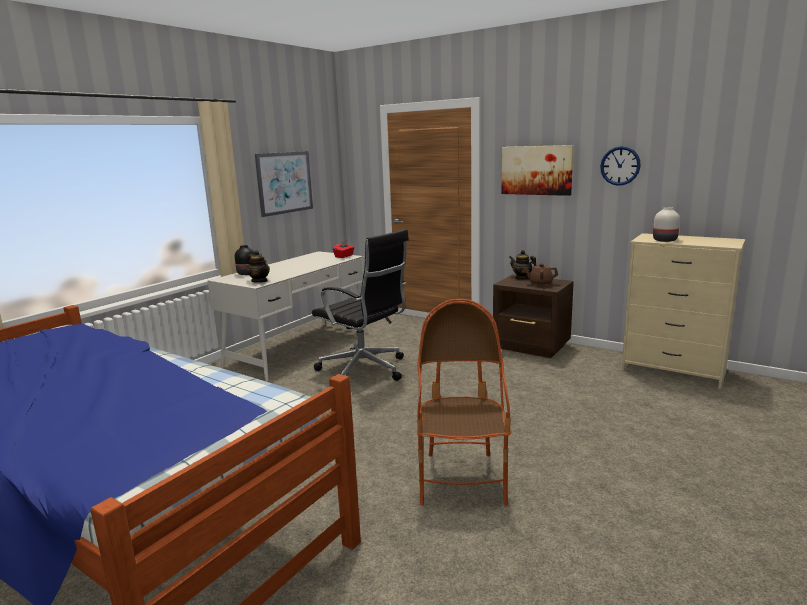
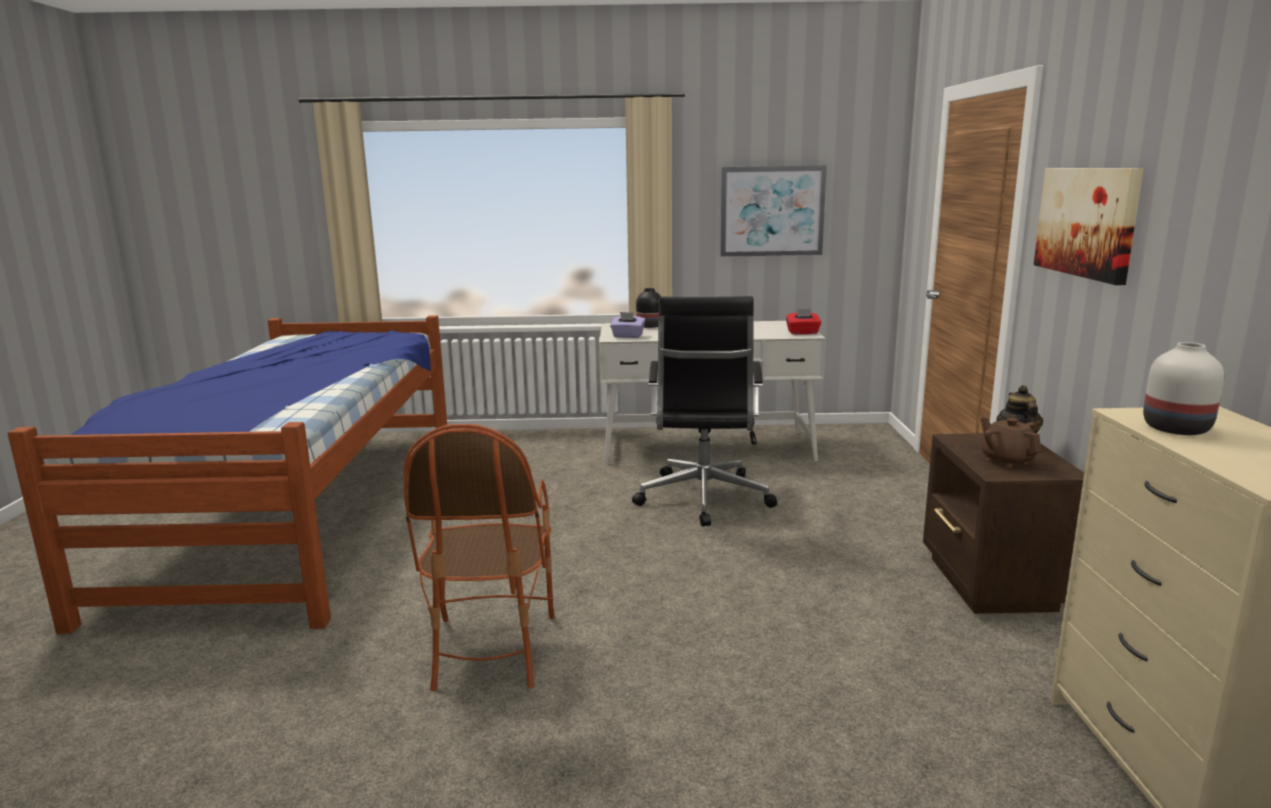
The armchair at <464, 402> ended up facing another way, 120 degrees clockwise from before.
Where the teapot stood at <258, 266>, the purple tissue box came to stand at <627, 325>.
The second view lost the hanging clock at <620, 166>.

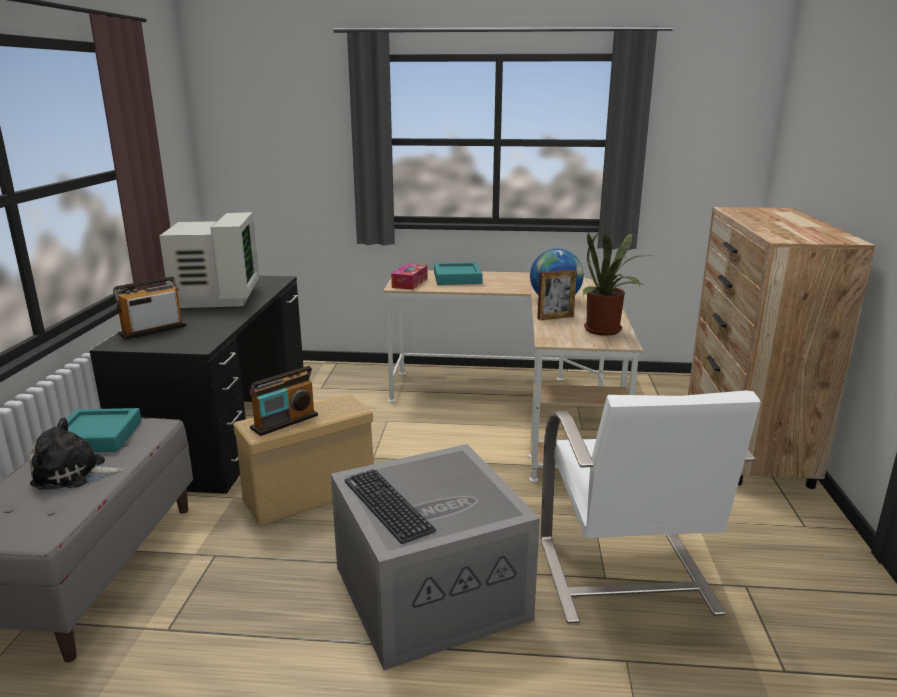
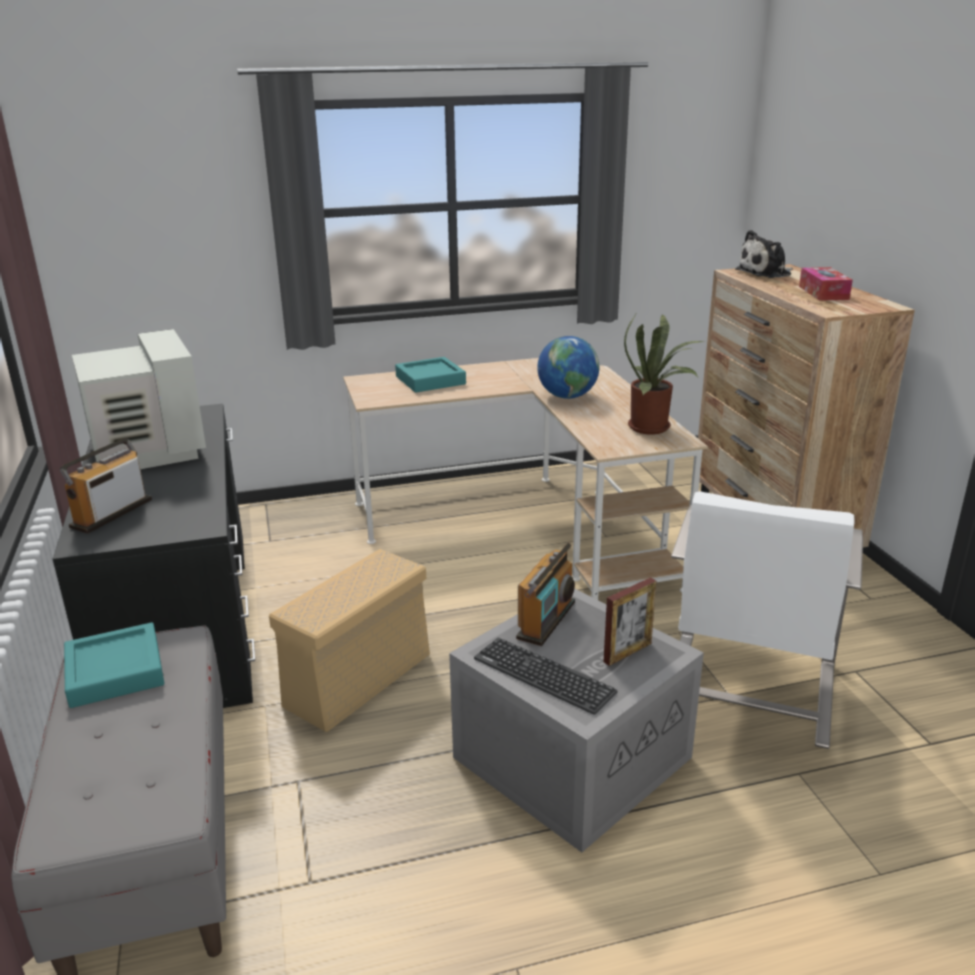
The radio receiver ended up elsewhere, having gone from <283, 401> to <545, 594>.
The photo frame ended up elsewhere, having gone from <557, 295> to <629, 621>.
The white-coloured armchair at <651, 506> ended up facing another way, 45 degrees clockwise from before.
The cuddly toy ended up elsewhere, having gone from <77, 453> to <764, 254>.
The tissue box ended up elsewhere, having gone from <409, 277> to <826, 284>.

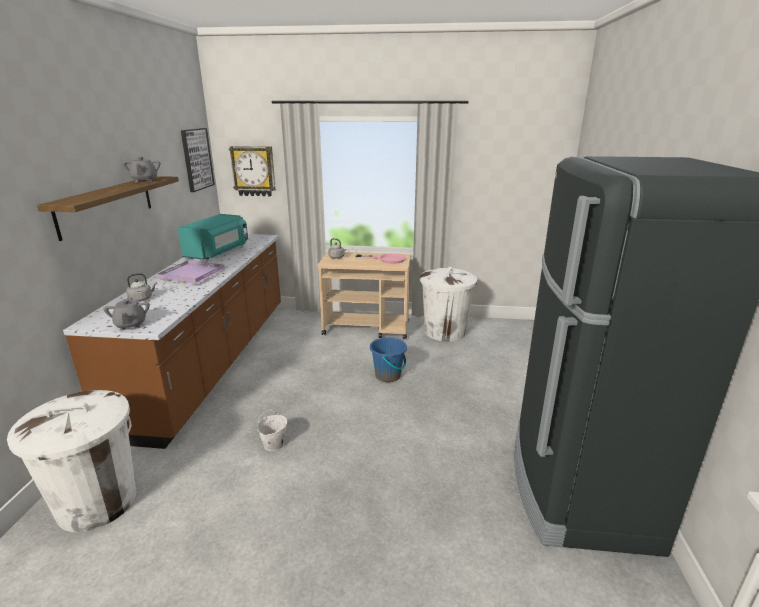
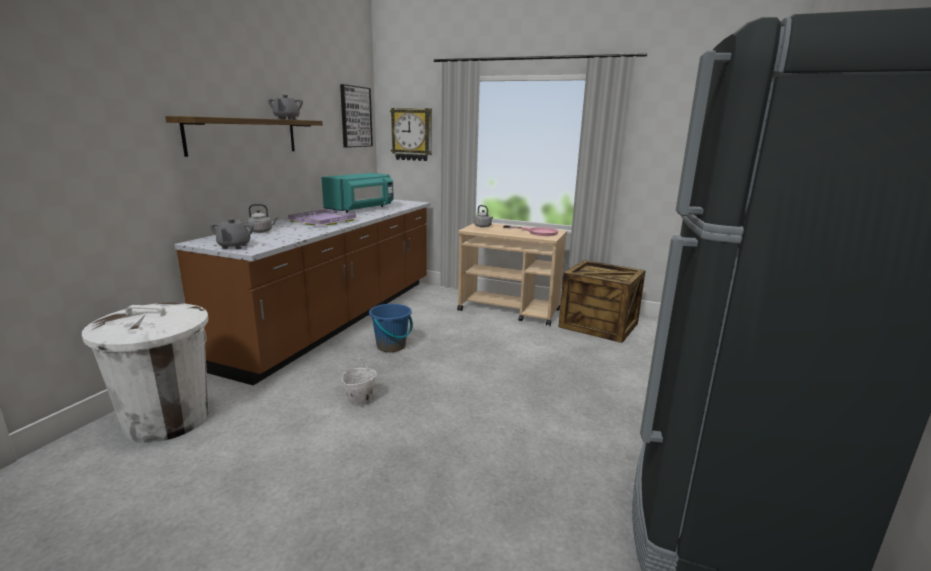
The blue-coloured water bucket ended up elsewhere, having gone from <388, 359> to <391, 328>.
Where the white-coloured waste bin stood at <448, 304>, the crate came to stand at <602, 301>.

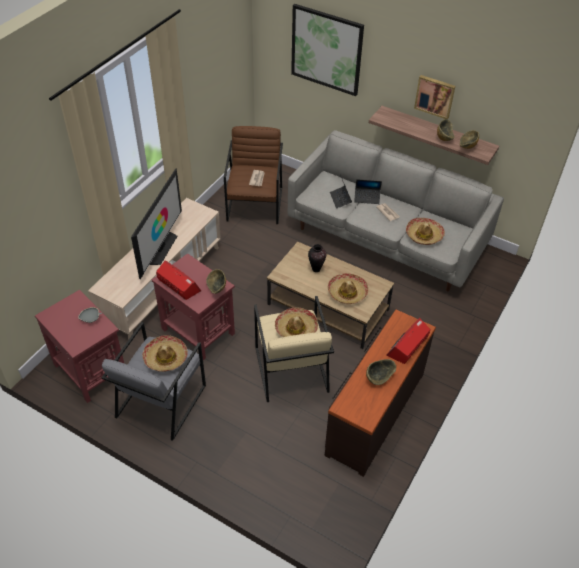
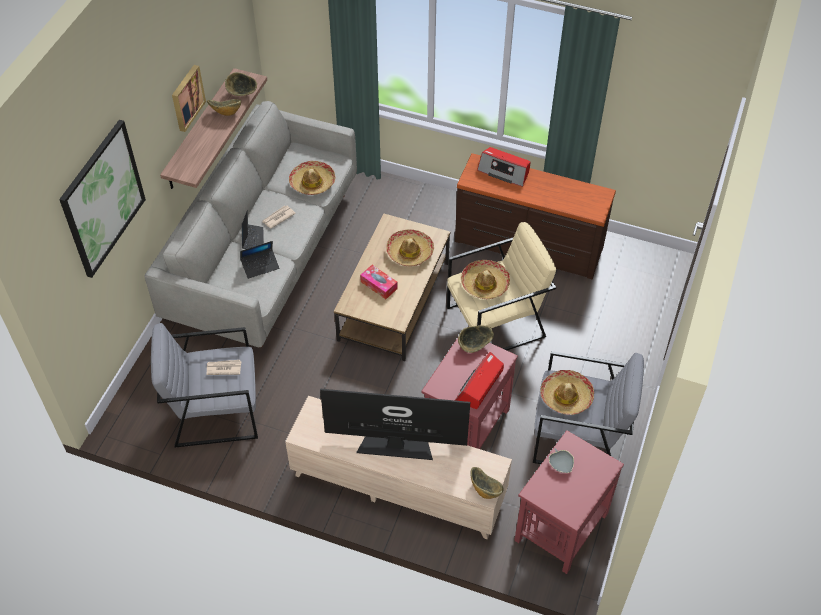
What was the brown armchair at <253, 175> turned into the grey armchair at <204, 385>.
Where the vase stood at <317, 258>, the tissue box came to stand at <379, 282>.
The bowl ended up elsewhere, having gone from <381, 372> to <487, 483>.

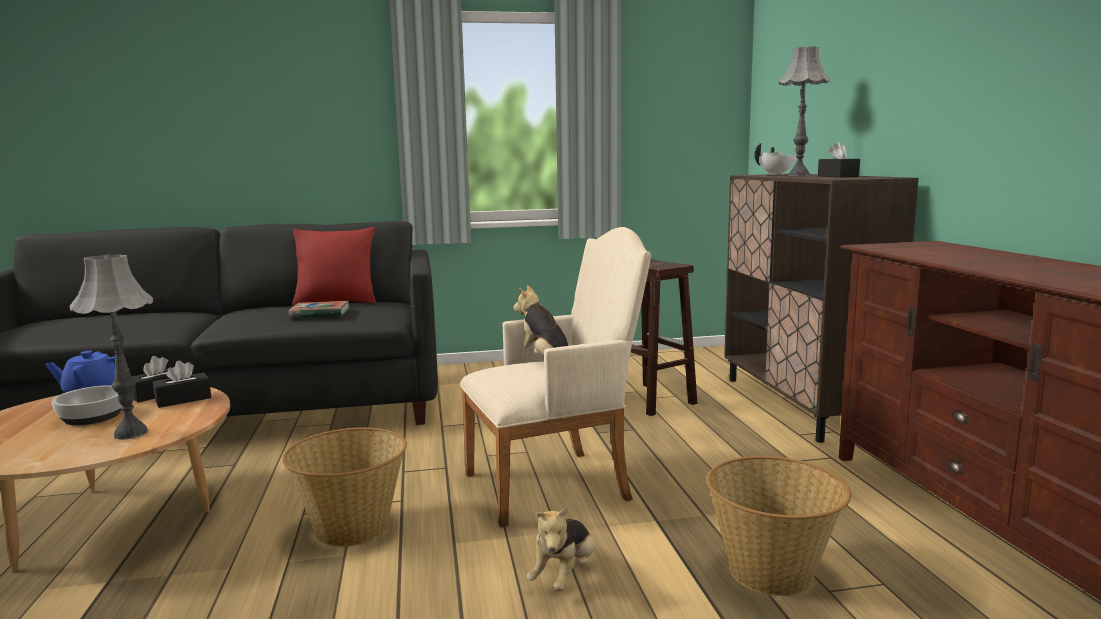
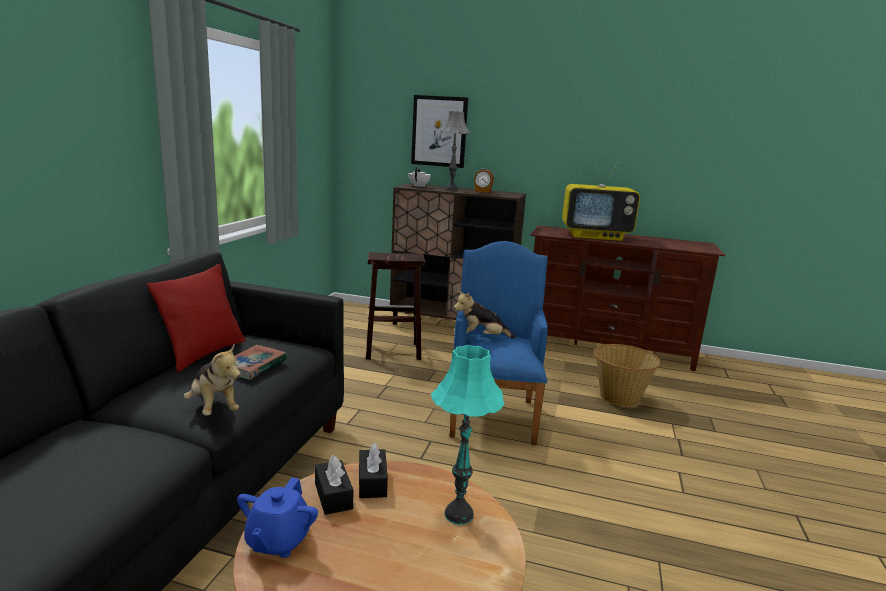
The cuddly toy ended up elsewhere, having gone from <561, 548> to <212, 379>.
The second view gained the picture at <439, 131>.
What was the grey lamp for a table at <111, 347> turned into the turquoise lamp for a table at <468, 435>.
What was the beige armchair at <555, 377> turned into the blue-coloured armchair at <499, 343>.
Where the blackish tissue box stood at <839, 159>, the alarm clock came to stand at <484, 180>.
The second view gained the television at <601, 198>.
The second view lost the bowl at <87, 405>.
The second view lost the basket at <344, 487>.

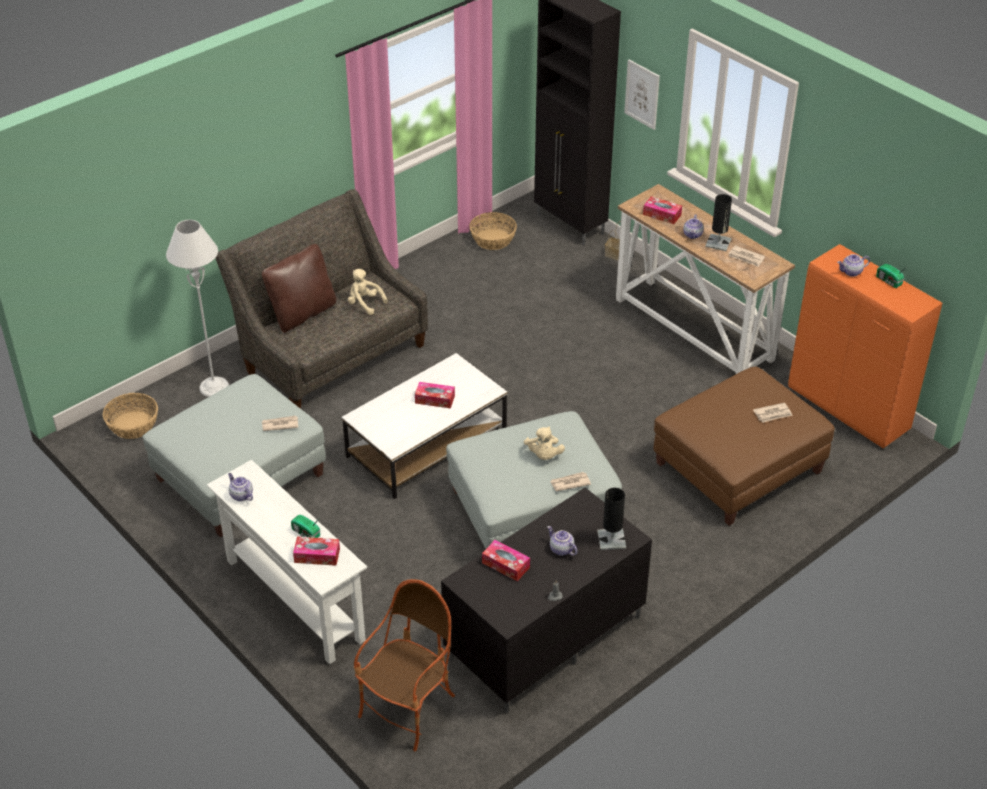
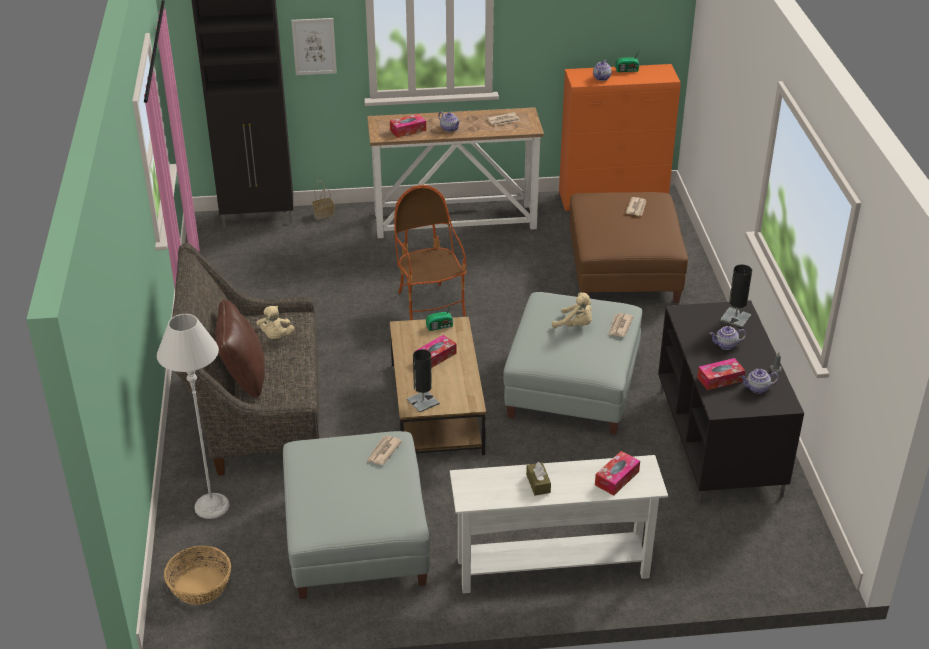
The beige cuddly toy at <368, 292> ended up facing another way, 75 degrees counterclockwise from before.
What was the white-coloured lounge table at <425, 426> turned into the brown lounge table at <438, 386>.
The armchair ended up elsewhere, having gone from <404, 665> to <430, 252>.
The blackish lamp for a table ended up elsewhere, having gone from <718, 222> to <423, 381>.
The radio receiver ended up elsewhere, having gone from <305, 526> to <439, 316>.
The second view gained the brown tissue box at <538, 478>.
The teapot ended up elsewhere, having gone from <240, 487> to <759, 381>.
The second view lost the basket at <493, 231>.

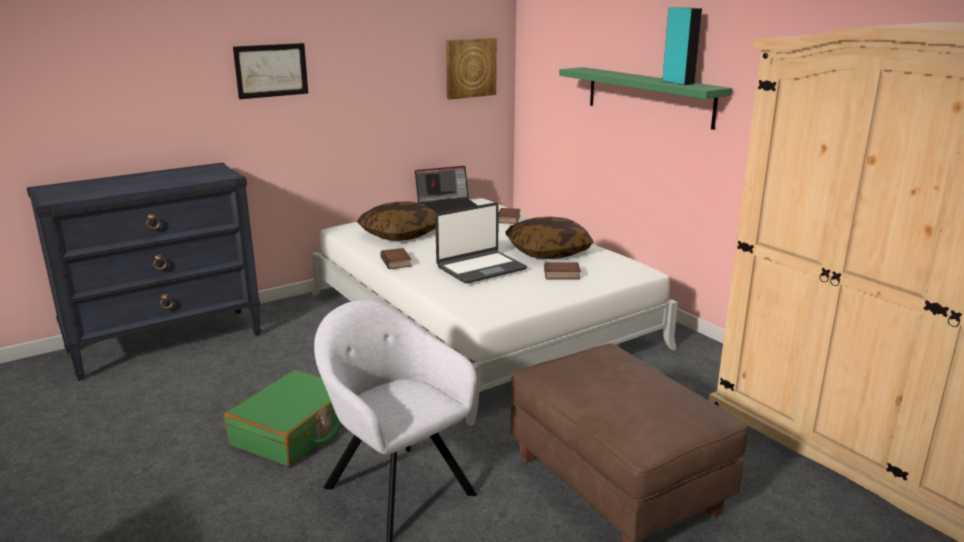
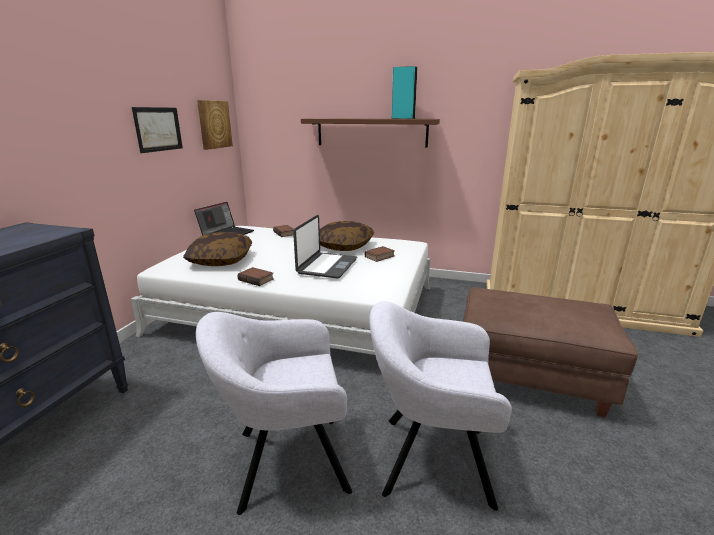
The picture ended up elsewhere, having gone from <270, 71> to <157, 130>.
Where the greenish suitcase stood at <283, 418>, the grey armchair came to stand at <274, 413>.
What was the greenish shelf at <645, 98> turned into the brown shelf at <370, 133>.

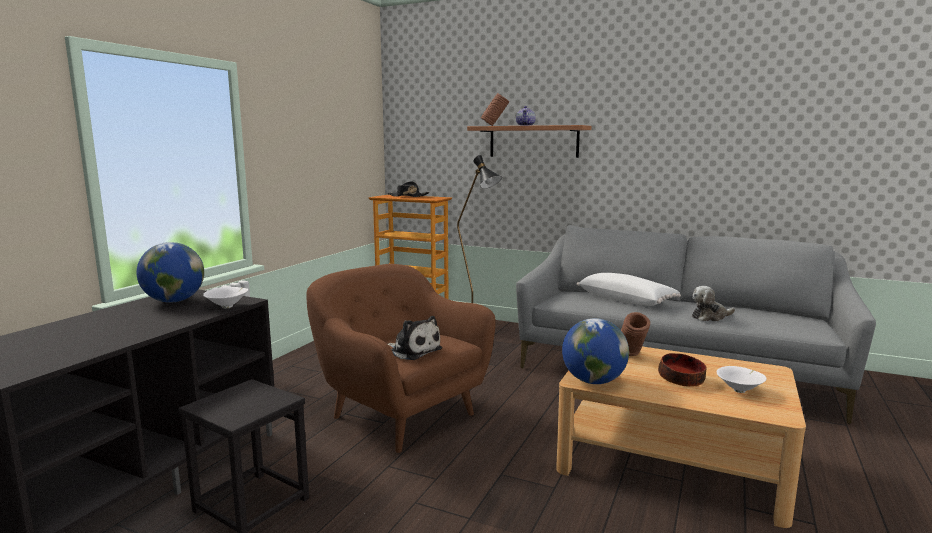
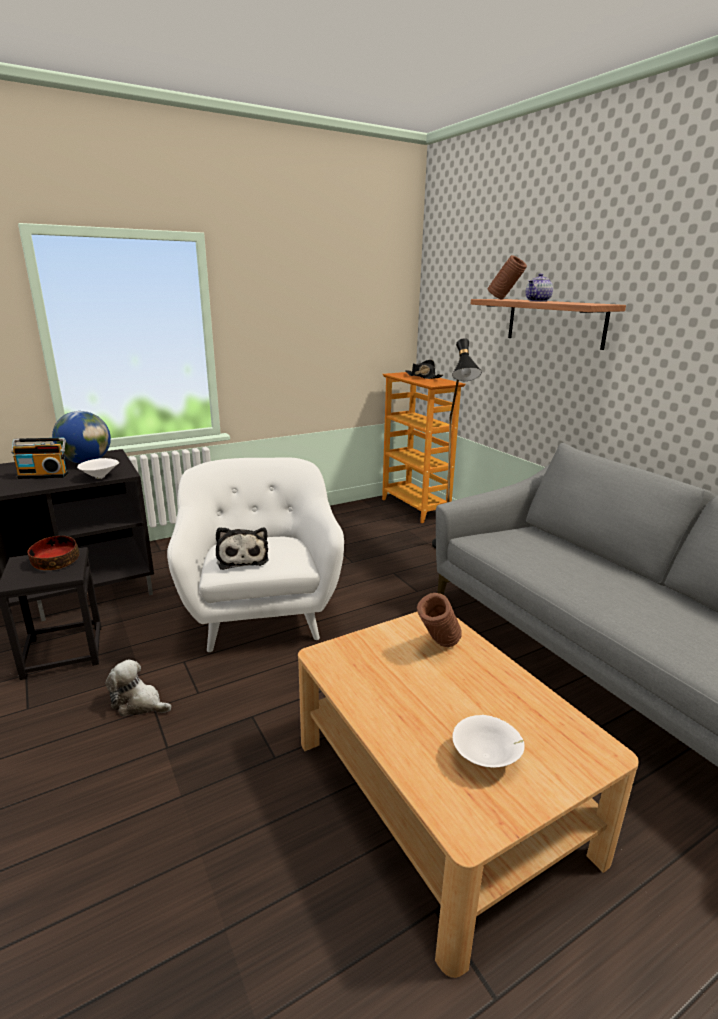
The second view gained the radio receiver at <39, 458>.
The bowl ended up elsewhere, having gone from <682, 370> to <53, 553>.
The cuddly toy ended up elsewhere, having gone from <713, 303> to <138, 687>.
What was the brown armchair at <401, 358> turned into the white-coloured armchair at <255, 554>.
The second view lost the desk globe at <595, 351>.
The second view lost the white-coloured throw pillow at <629, 289>.

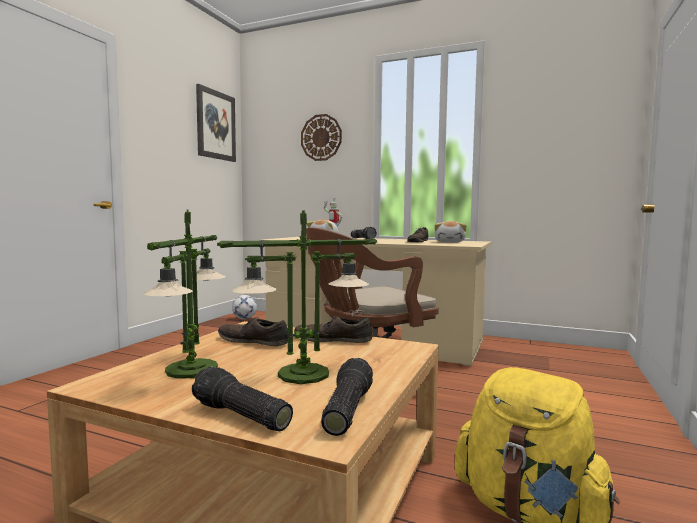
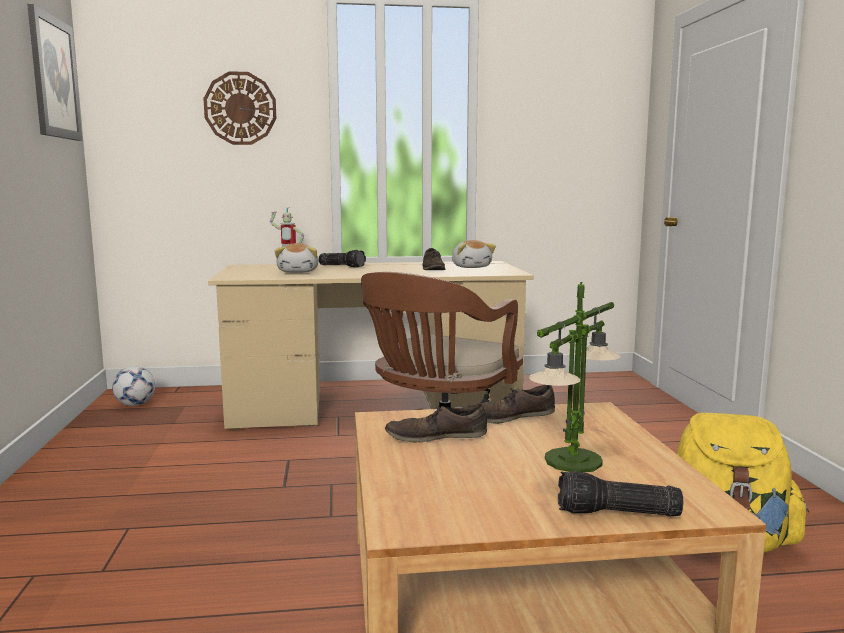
The second view lost the lamp for a table at <184, 294>.
The second view lost the flashlight at <347, 397>.

